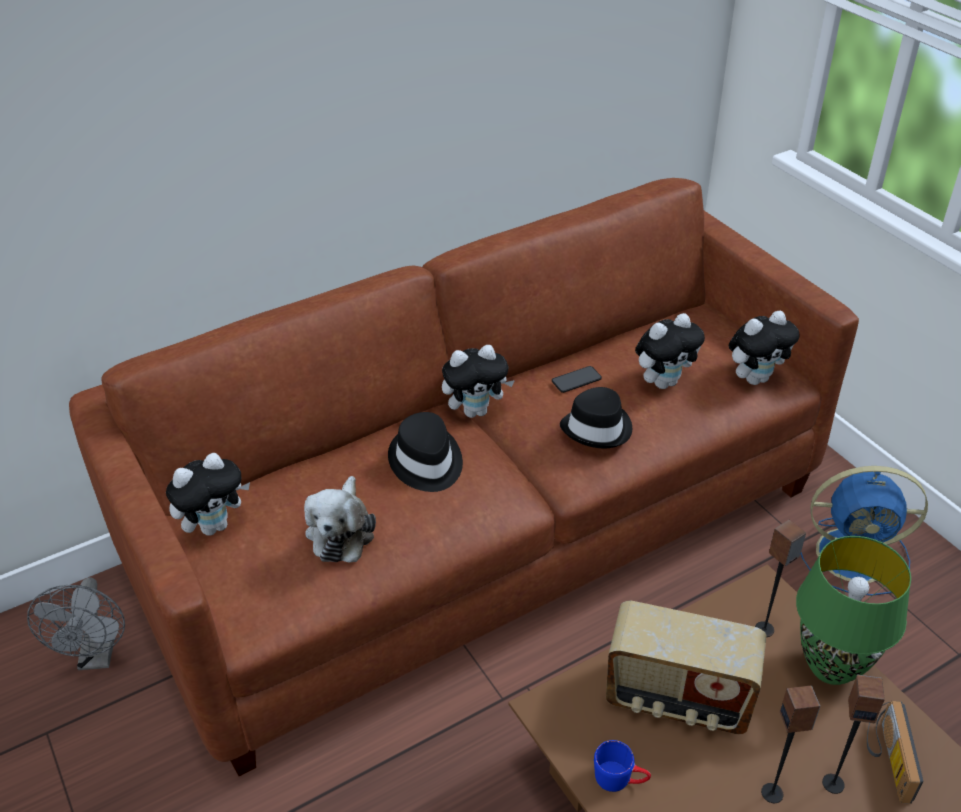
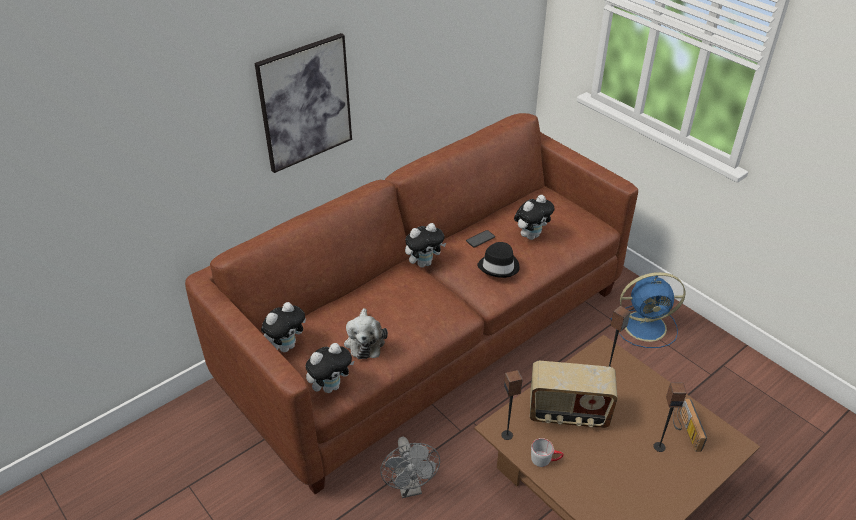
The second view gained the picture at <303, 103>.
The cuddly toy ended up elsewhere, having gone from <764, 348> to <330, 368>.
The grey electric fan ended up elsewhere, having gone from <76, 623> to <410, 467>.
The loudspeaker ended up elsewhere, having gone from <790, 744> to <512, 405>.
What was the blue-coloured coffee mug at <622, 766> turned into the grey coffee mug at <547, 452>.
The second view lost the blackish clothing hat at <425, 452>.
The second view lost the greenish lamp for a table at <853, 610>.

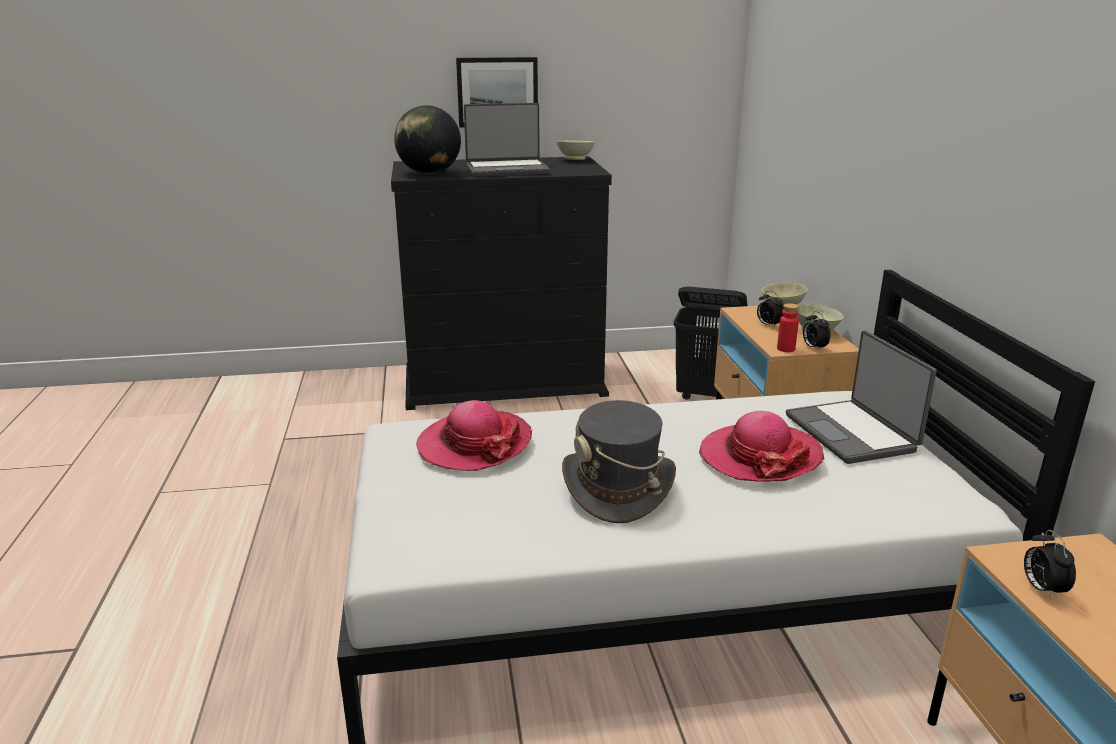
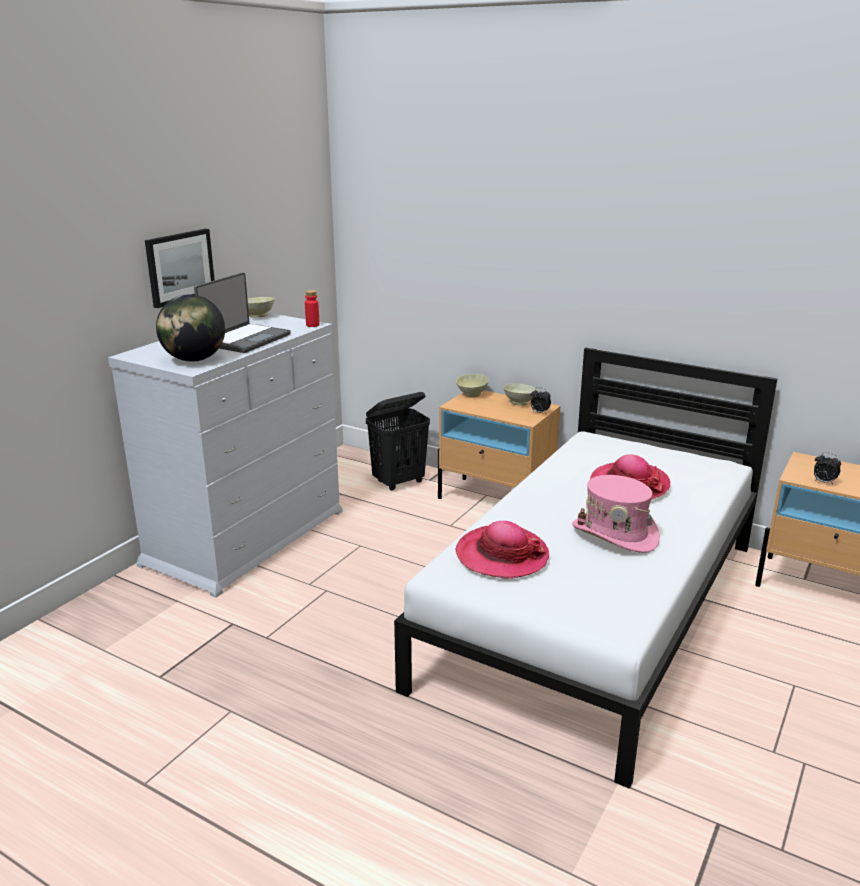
What was the blackish dresser at <501, 283> turned into the white-coloured dresser at <225, 455>.
The red drink bottle ended up elsewhere, having gone from <788, 327> to <312, 308>.
What was the grey clothing hat at <619, 461> turned into the pink-coloured clothing hat at <616, 514>.
The second view lost the alarm clock at <770, 309>.
The second view lost the laptop at <861, 397>.

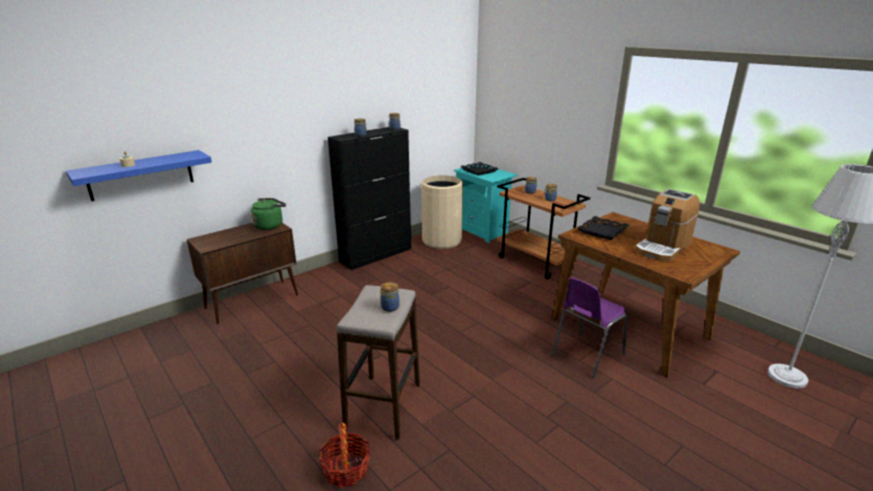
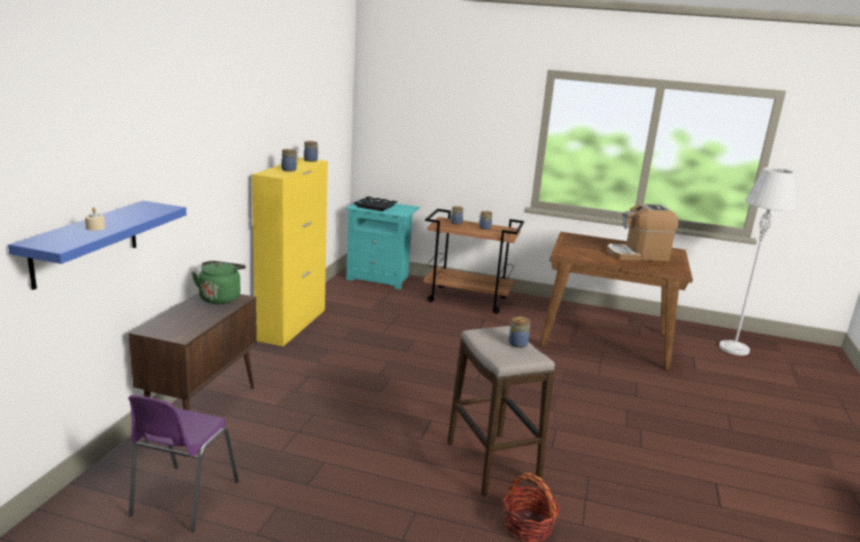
The purple chair ended up elsewhere, having gone from <589, 327> to <183, 463>.
What was the blackish storage cabinet at <369, 198> turned into the yellow storage cabinet at <290, 252>.
The coffee machine at <667, 225> ended up facing another way, 75 degrees clockwise from before.
The second view lost the beige waste bin at <442, 212>.
The second view lost the blackish tray at <603, 228>.

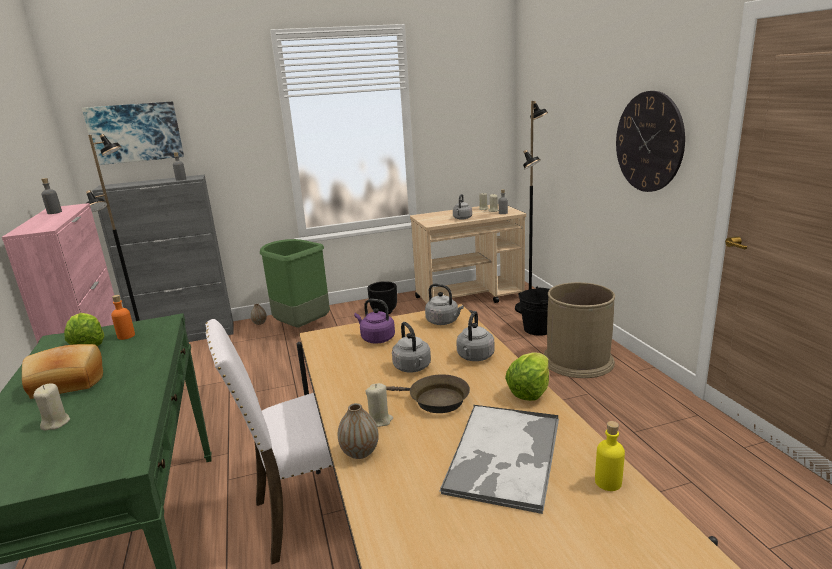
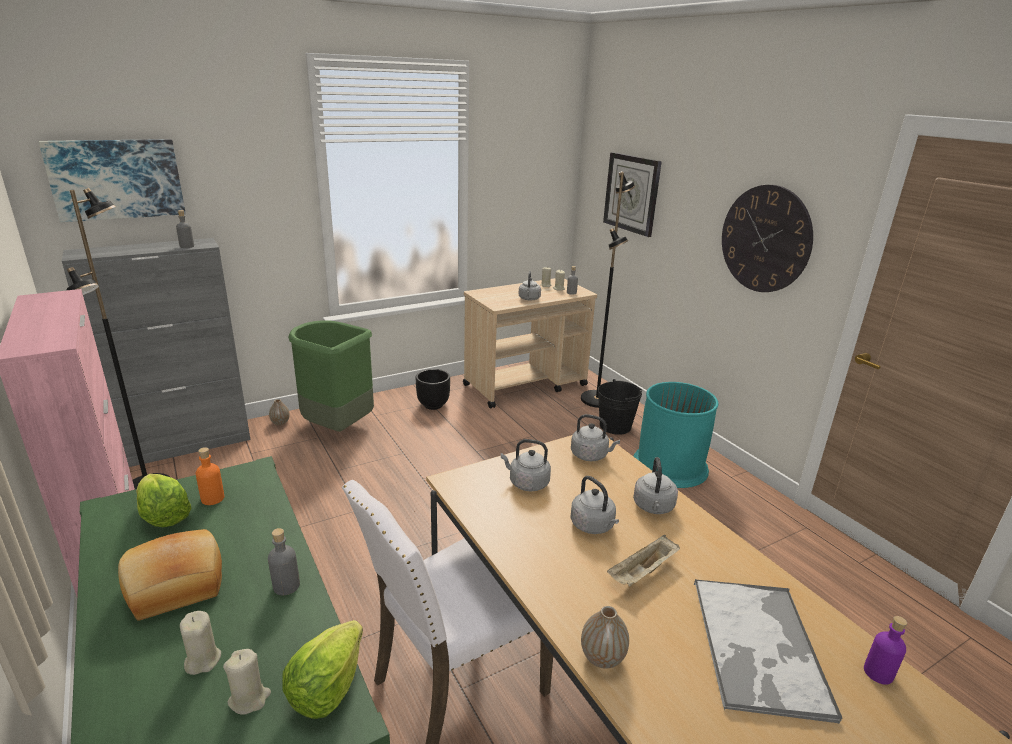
The beige wax light ended up elsewhere, having gone from <379, 405> to <247, 682>.
The grey drink bottle ended up elsewhere, having gone from <51, 196> to <284, 561>.
The lettuce ended up elsewhere, having gone from <527, 377> to <322, 669>.
What was the purple water kettle at <374, 321> turned into the grey water kettle at <526, 465>.
The second view gained the hanging clock at <632, 194>.
Where the brown pan stood at <428, 393>, the beige tray came to stand at <643, 561>.
What was the brown waste bin at <579, 330> turned into the turquoise waste bin at <676, 435>.
What was the yellow drink bottle at <610, 456> turned into the purple drink bottle at <885, 650>.

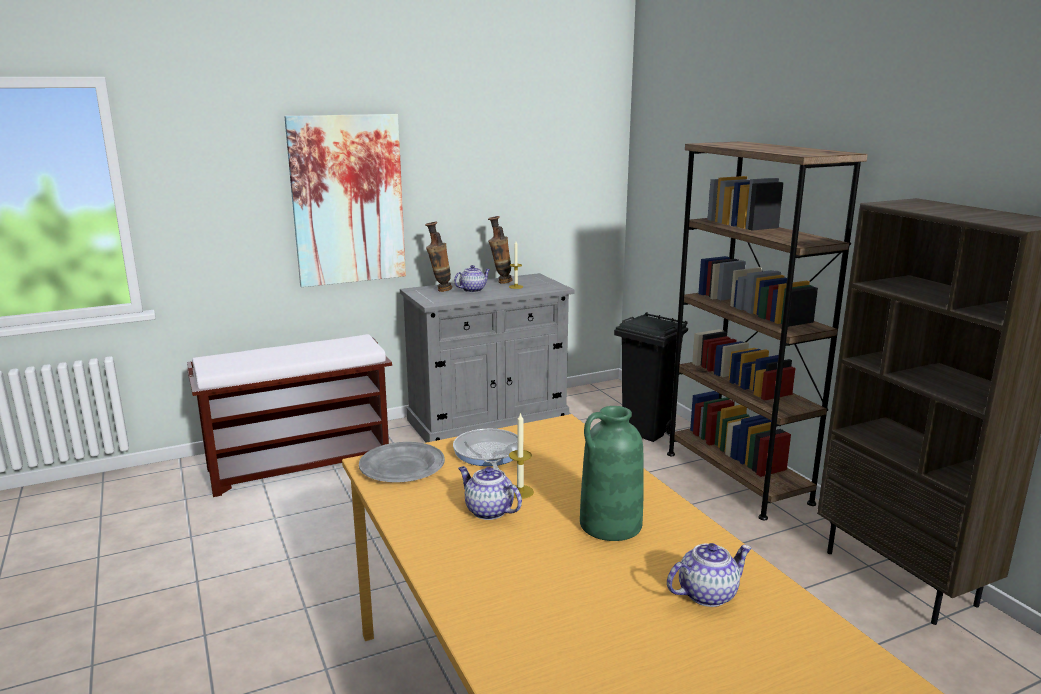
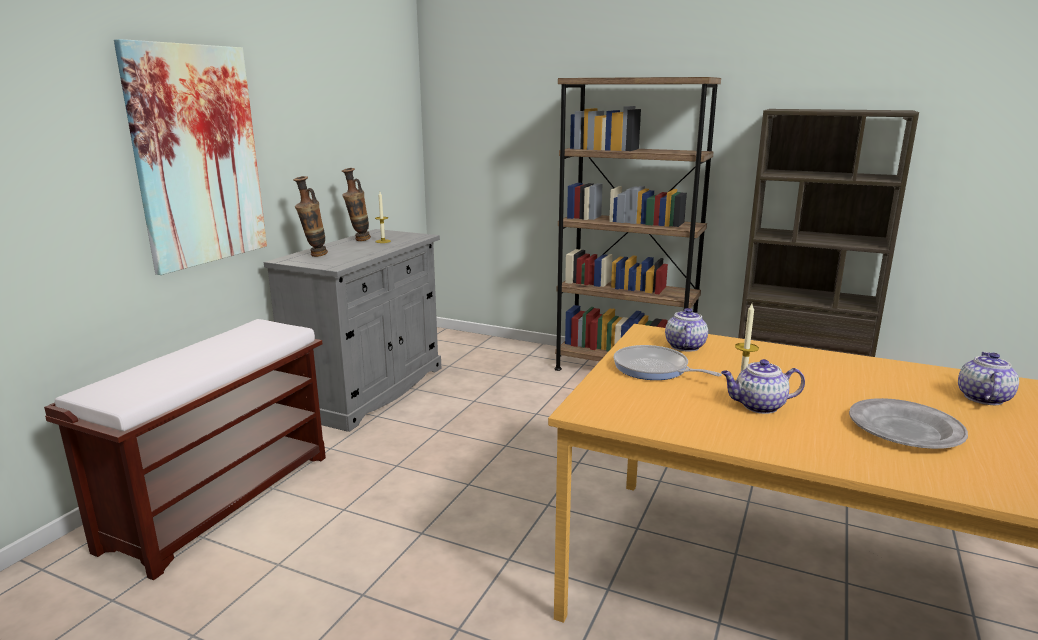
The teapot ended up elsewhere, having gone from <472, 279> to <686, 330>.
The grey plate ended up elsewhere, having gone from <402, 462> to <908, 423>.
The second view lost the greenish vase at <612, 473>.
The second view lost the blackish waste bin at <651, 377>.

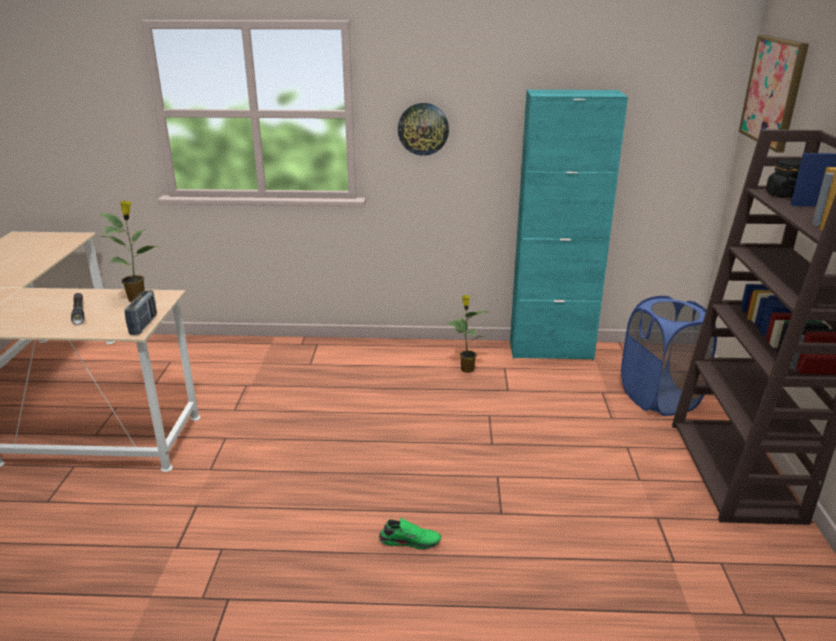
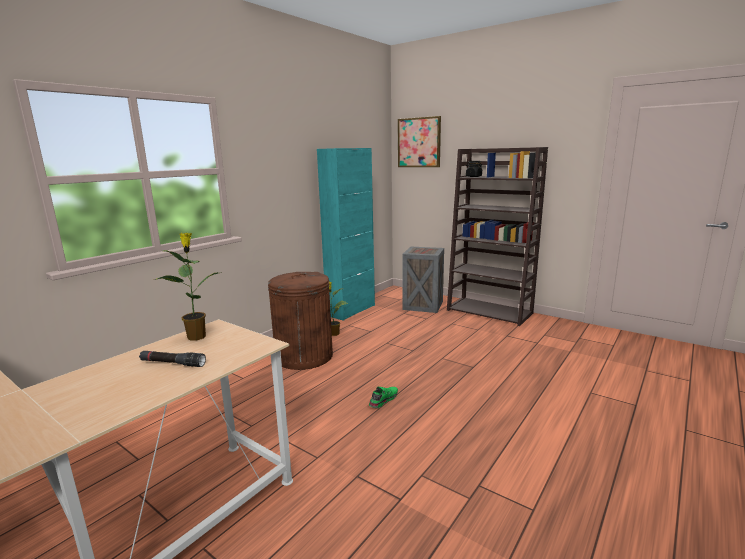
The second view gained the brown waste bin at <300, 321>.
The greenish low shoe ended up elsewhere, having gone from <410, 534> to <383, 397>.
Where the blue-coloured laundry basket stood at <669, 356>, the crate came to stand at <423, 280>.
The second view lost the radio receiver at <140, 312>.
The second view lost the hanging clock at <423, 129>.

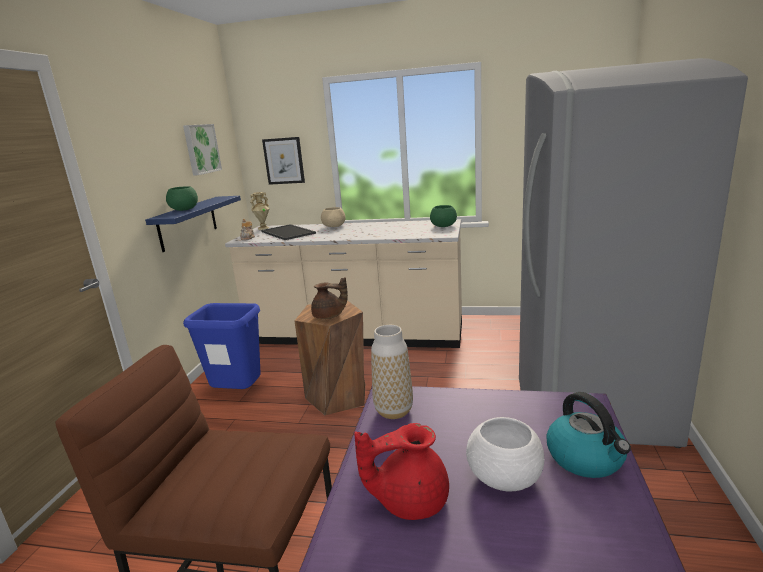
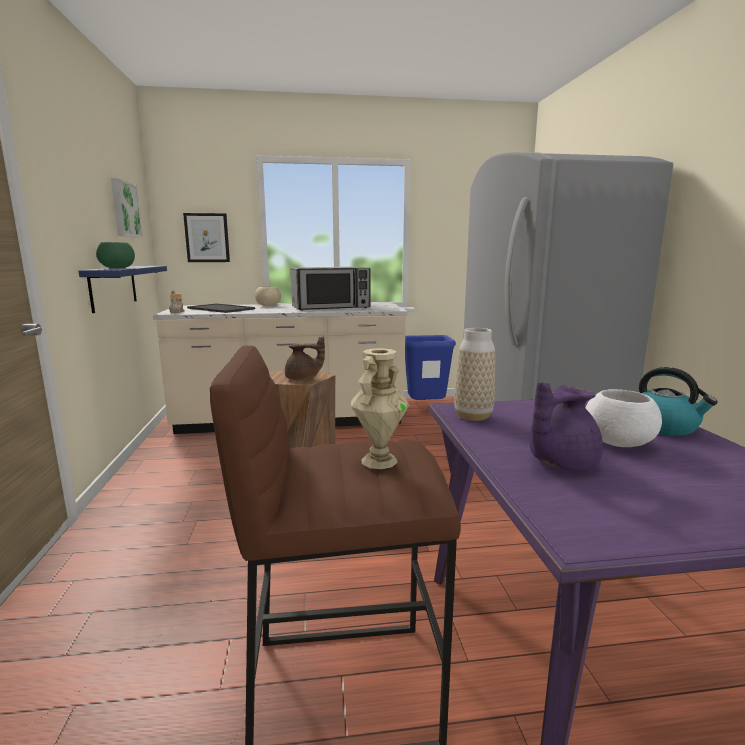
The second view gained the microwave at <330, 289>.
The beige vase ended up elsewhere, having gone from <260, 211> to <380, 408>.
The blue-coloured waste bin ended up elsewhere, having gone from <222, 346> to <430, 367>.
What was the red teapot at <401, 471> turned into the purple teapot at <566, 426>.
The second view lost the greenish bowl at <443, 216>.

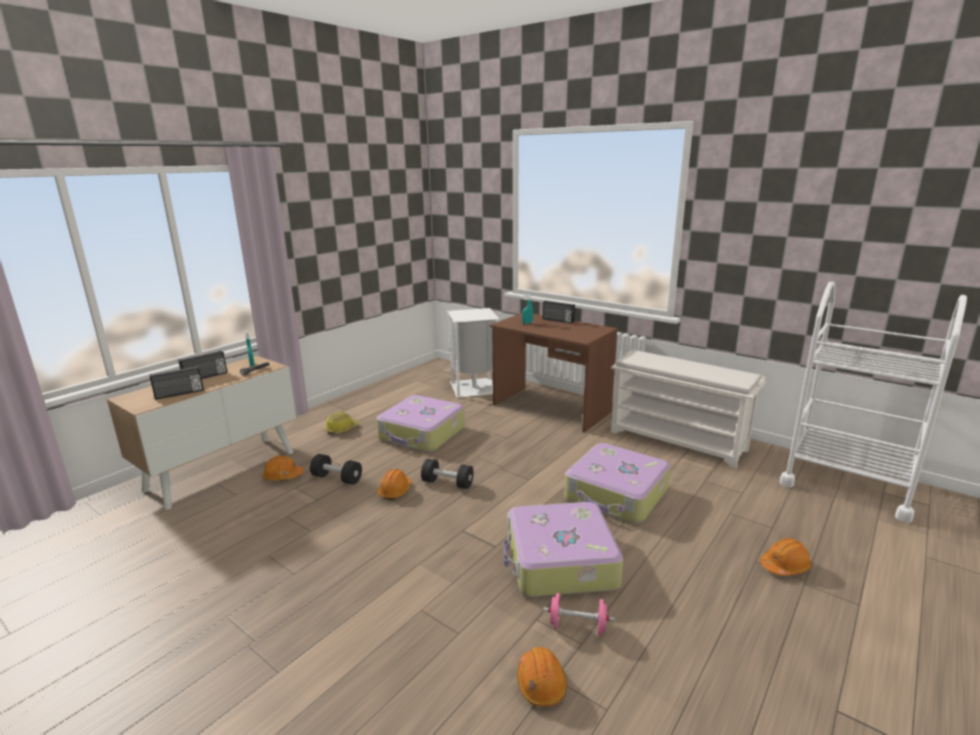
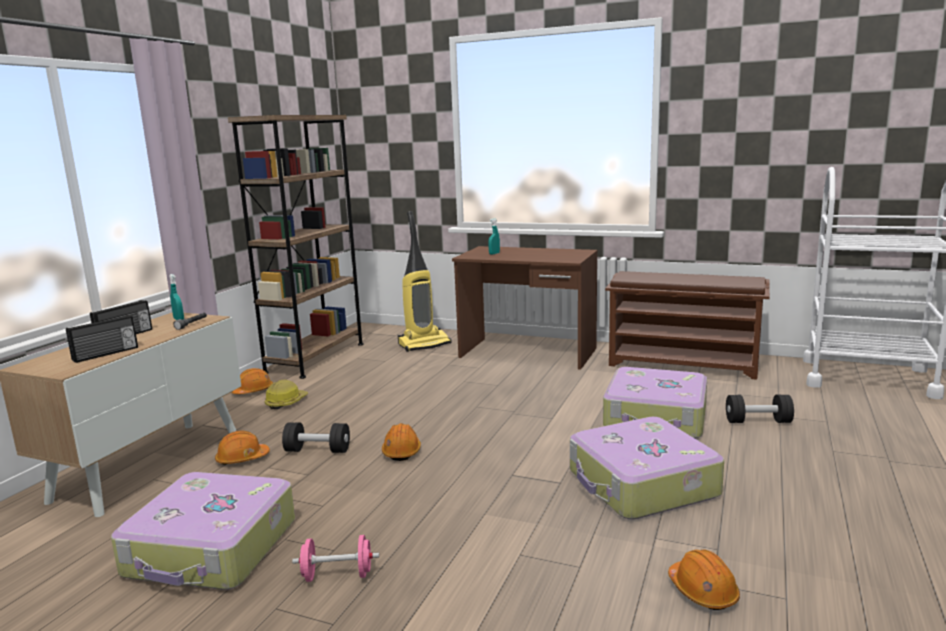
The suitcase ended up elsewhere, having gone from <420, 423> to <203, 531>.
The second view gained the brown bookshelf at <296, 247>.
The orange work helmet ended up elsewhere, having gone from <786, 557> to <252, 381>.
The pink-coloured hand weight ended up elsewhere, having gone from <579, 614> to <335, 558>.
Where the white-coloured waste bin stood at <473, 353>, the vacuum cleaner came to stand at <425, 281>.
What was the white-coloured shoe rack at <688, 409> turned into the brown shoe rack at <687, 325>.
The blackish hand weight ended up elsewhere, having gone from <447, 474> to <760, 409>.
The second view lost the radio receiver at <559, 312>.

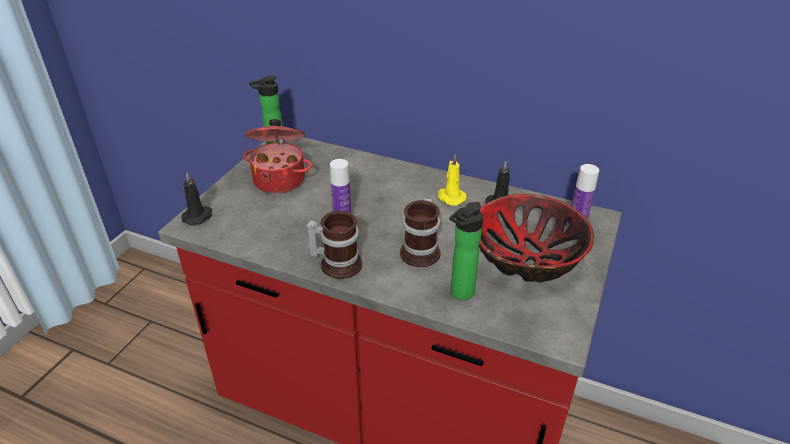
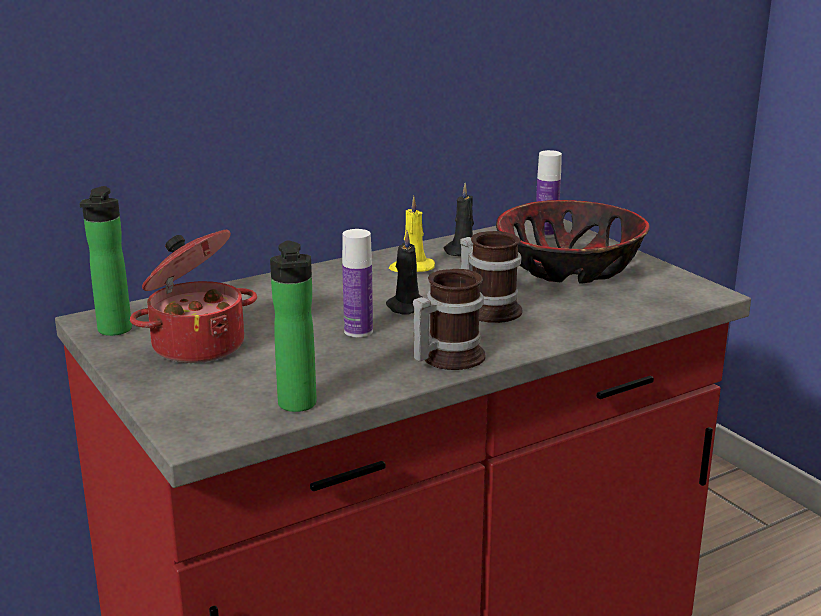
The drink bottle ended up elsewhere, having gone from <466, 251> to <293, 326>.
The blackish wax light ended up elsewhere, having gone from <196, 199> to <404, 272>.

